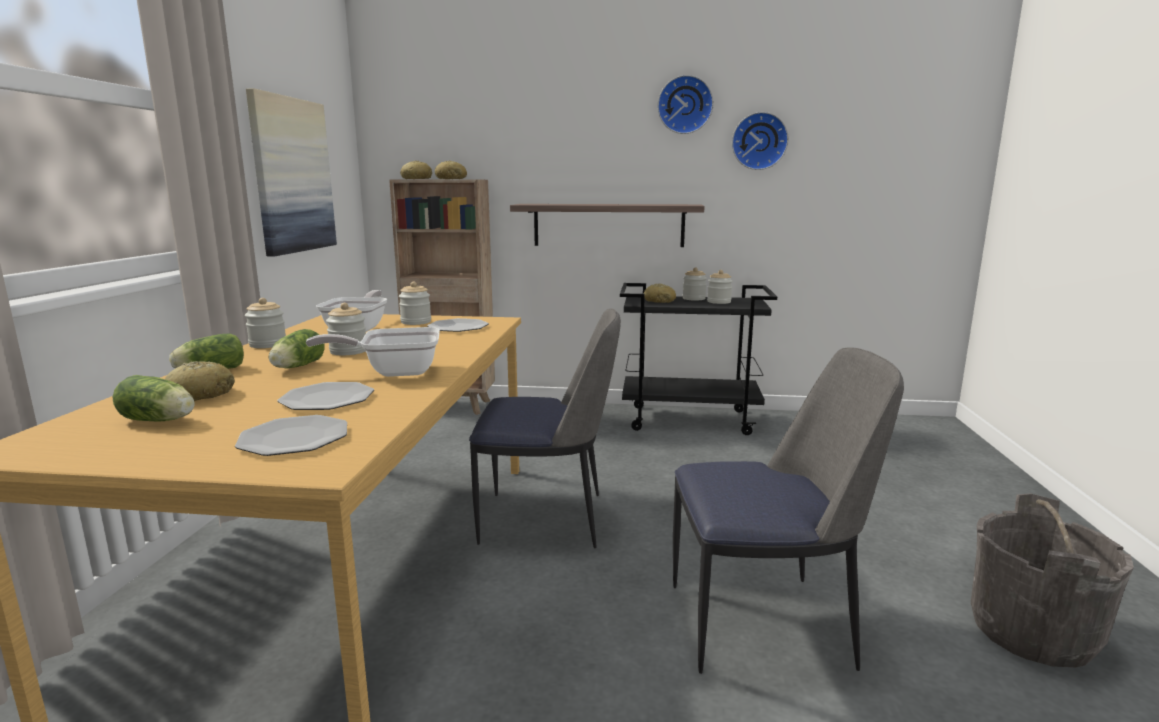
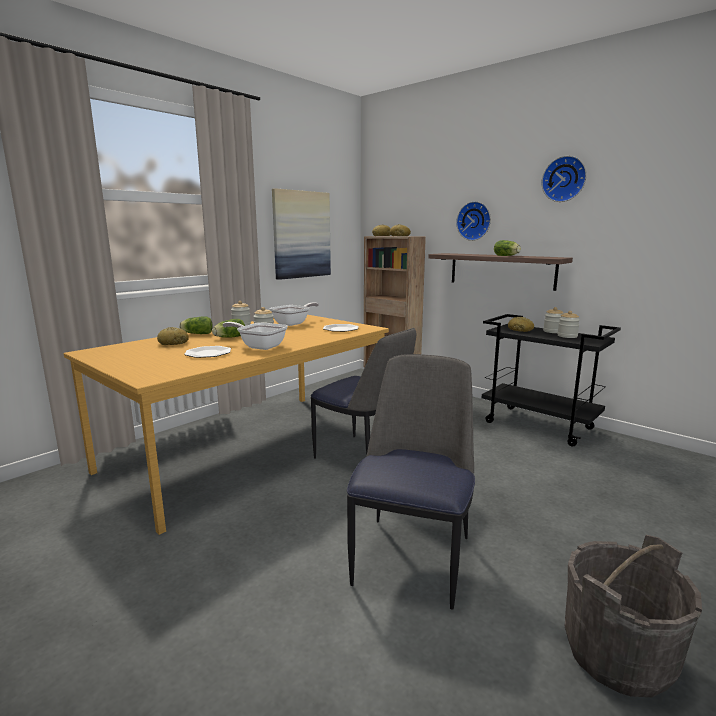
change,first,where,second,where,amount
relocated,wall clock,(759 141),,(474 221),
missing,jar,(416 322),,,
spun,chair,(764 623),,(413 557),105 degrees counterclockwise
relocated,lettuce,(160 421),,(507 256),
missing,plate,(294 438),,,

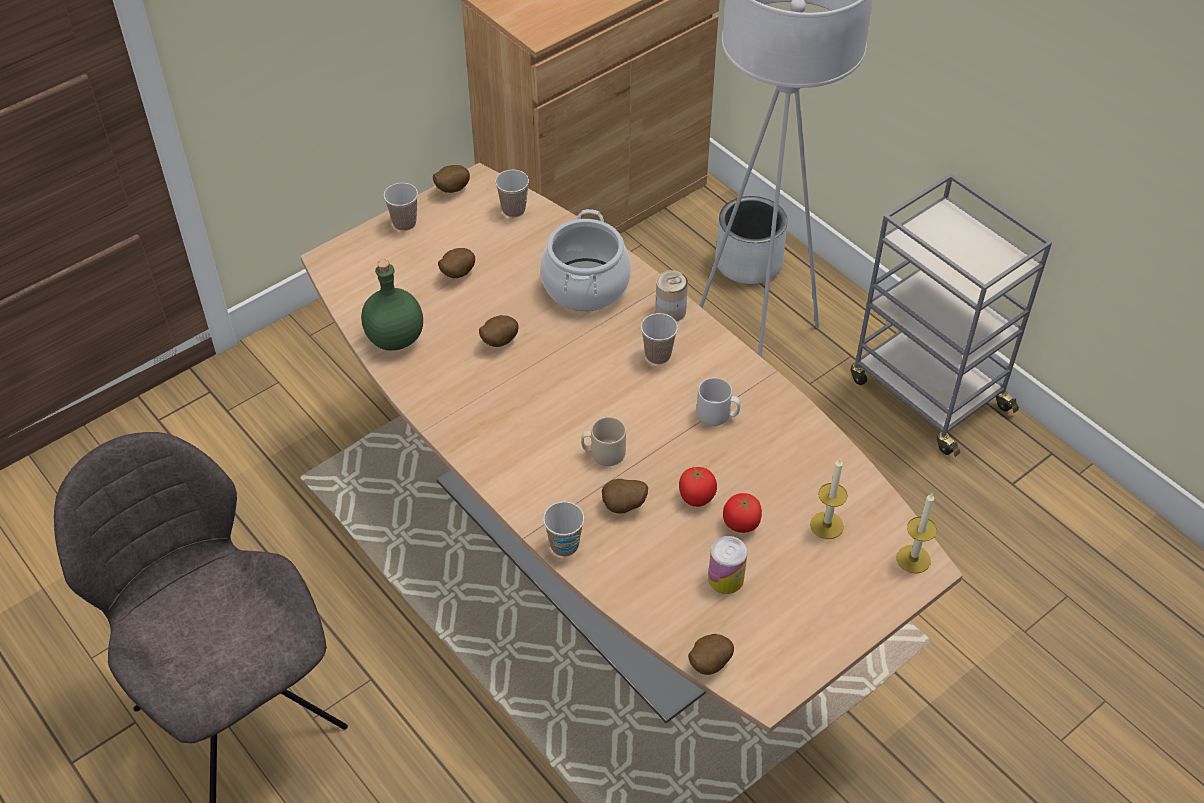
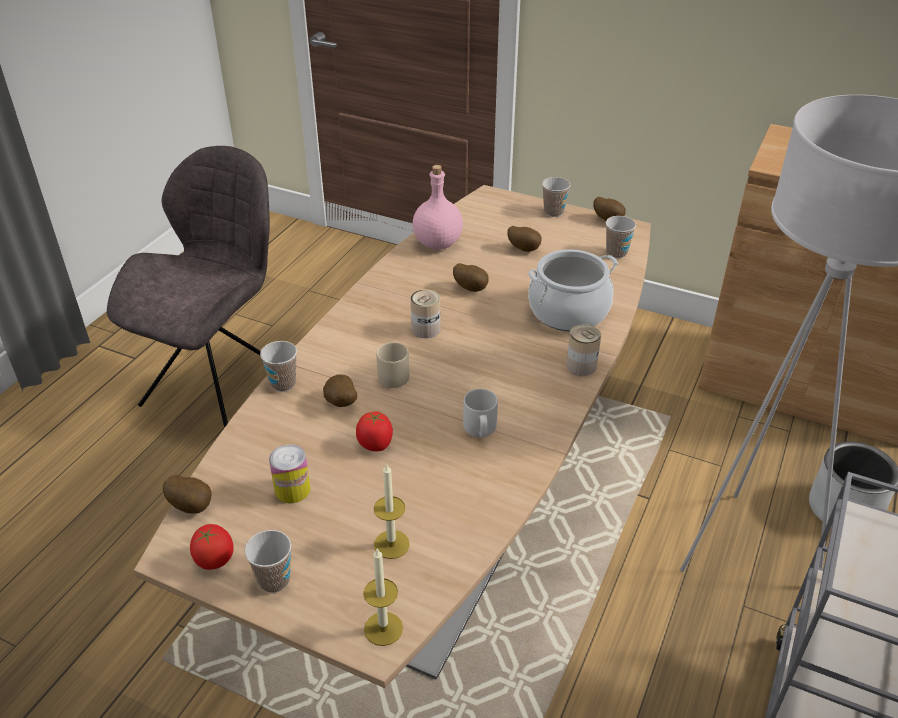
change,first,where,second,where,amount
colour,green bottle,(394 338),pink bottle,(437 243),
relocated,cup,(658 355),,(274 580),
relocated,tomato,(740 524),,(214 559),
appeared,,,can,(426 329),

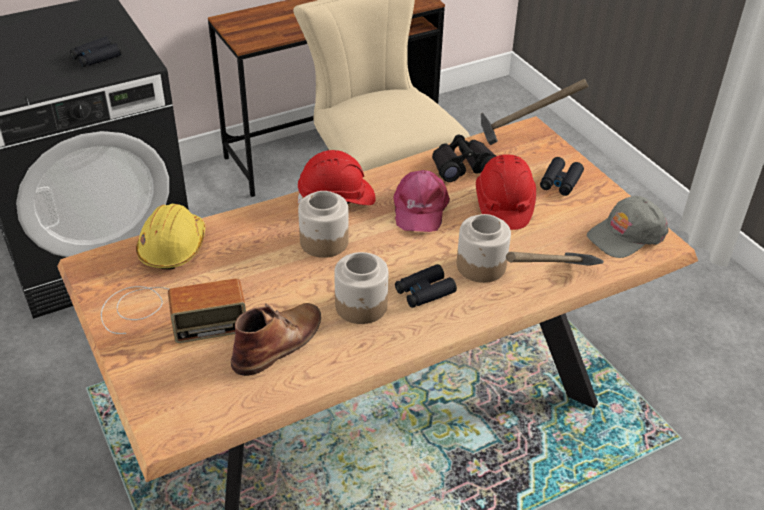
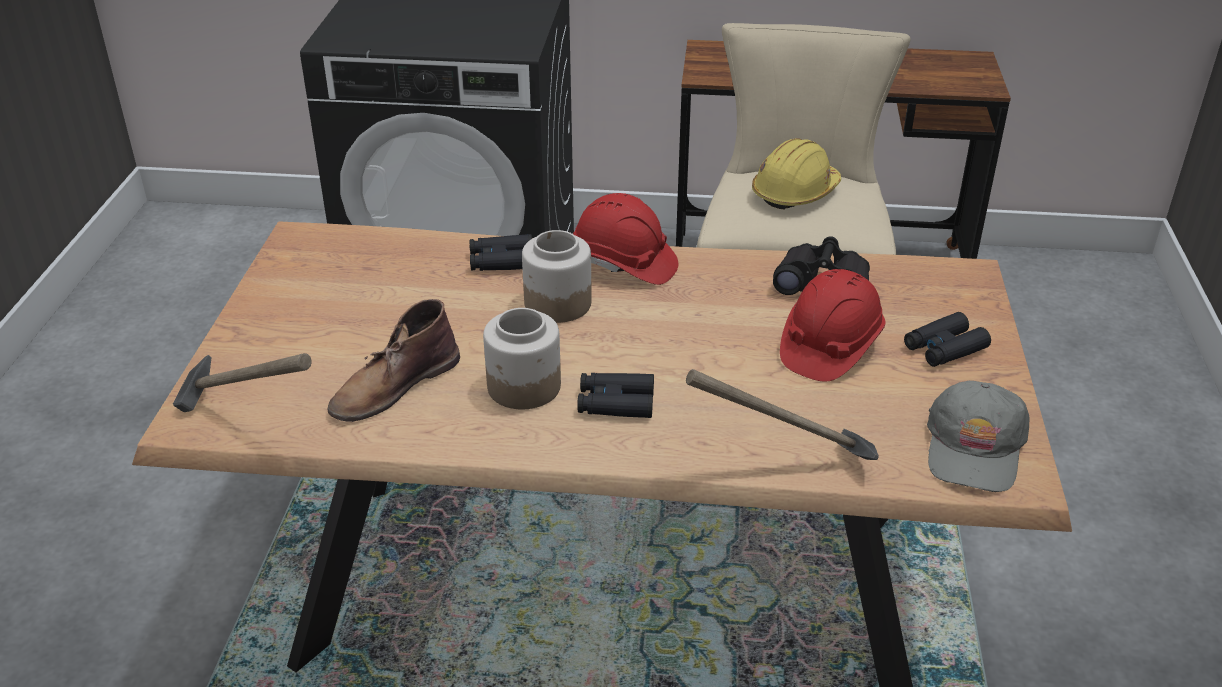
change,first,where,second,where,amount
relocated,black binoculars,(96 57),,(501 261),
relocated,hammer,(524 136),,(250 420),
missing,pink cap,(419 208),,,
spun,grey cap,(626 235),,(974 448),75 degrees counterclockwise
relocated,yellow hard hat,(173 247),,(795 192),
missing,jar,(481 266),,,
missing,radio,(170 314),,,
spun,brown boot,(279 342),,(393 385),150 degrees clockwise

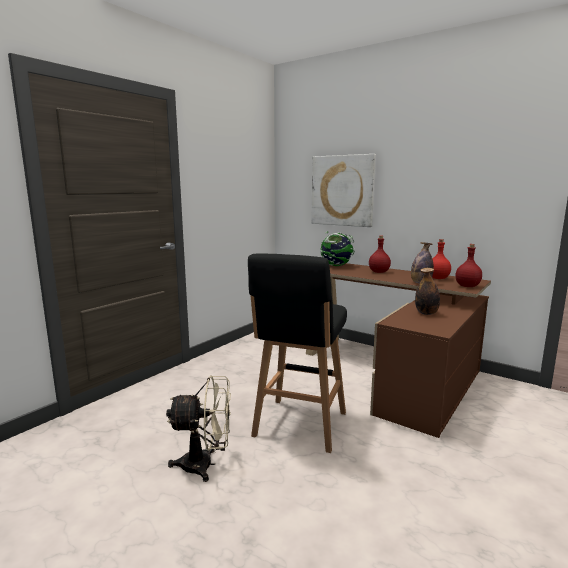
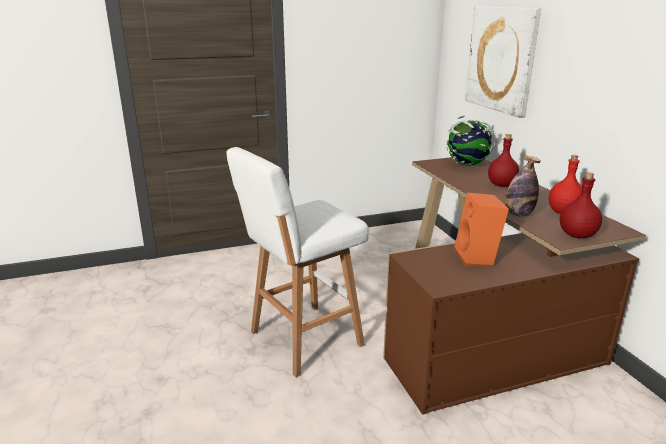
change,first,where,second,where,amount
colour,black stool,(299 426),white stool,(302 340),
exchanged,bottle,(426 313),orange speaker,(478 258),
missing,beige fan,(205 465),,,

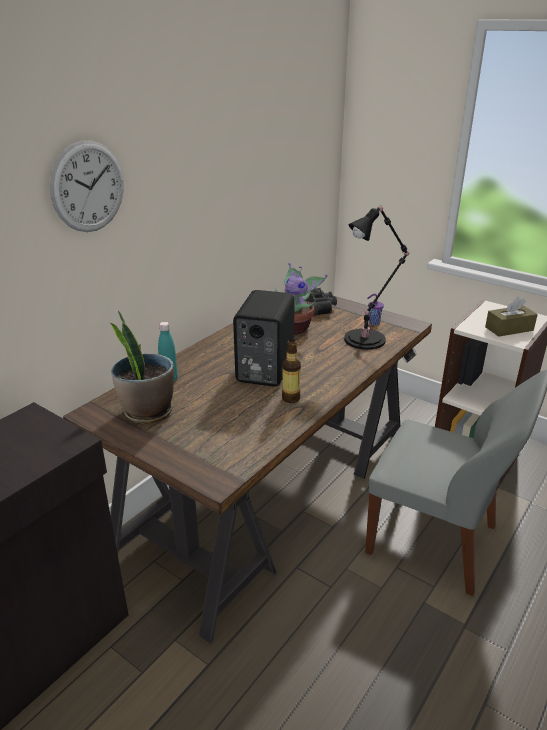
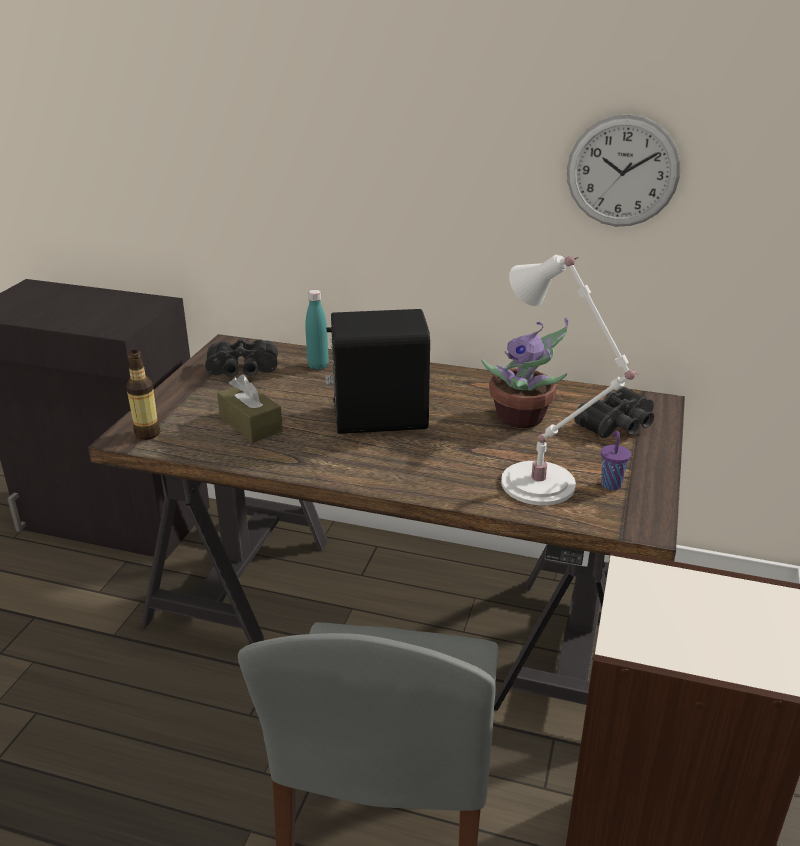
change,first,where,second,where,amount
relocated,wall clock,(88 187),,(622 171),
colour,black table lamp,(367 339),white table lamp,(543 486),
relocated,brown tissue box,(509 329),,(250 424),
exchanged,potted plant,(147 412),black binoculars,(242 370),
relocated,bottle,(291 398),,(147 434),

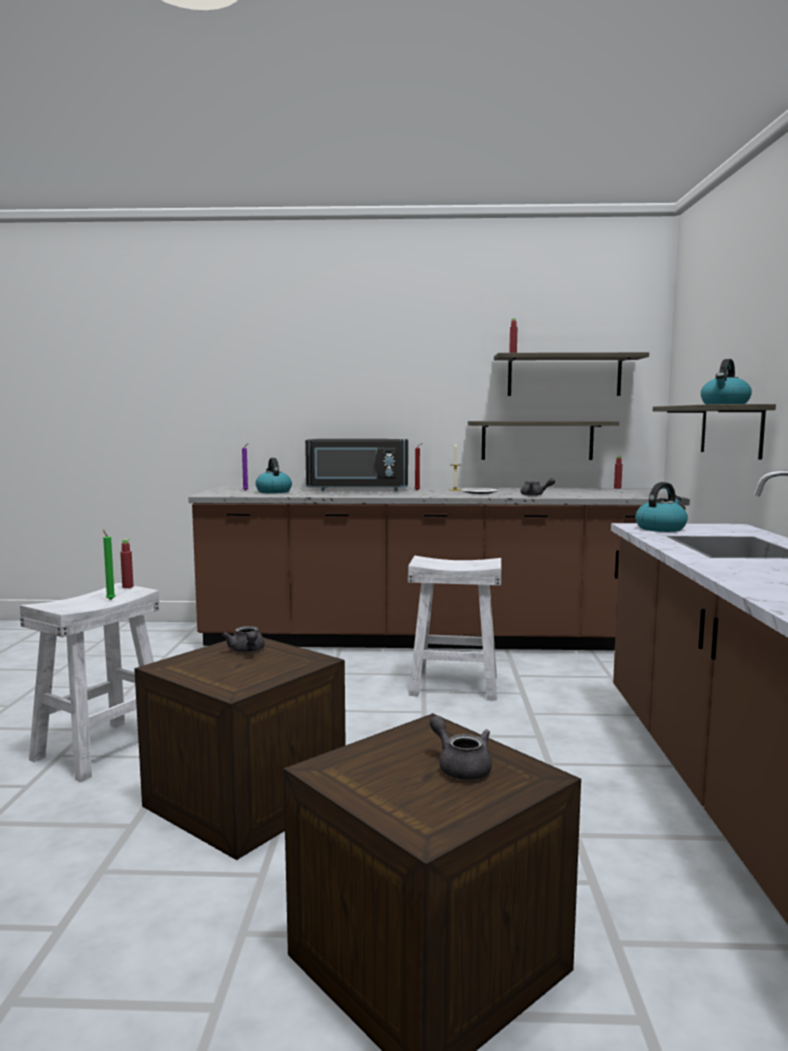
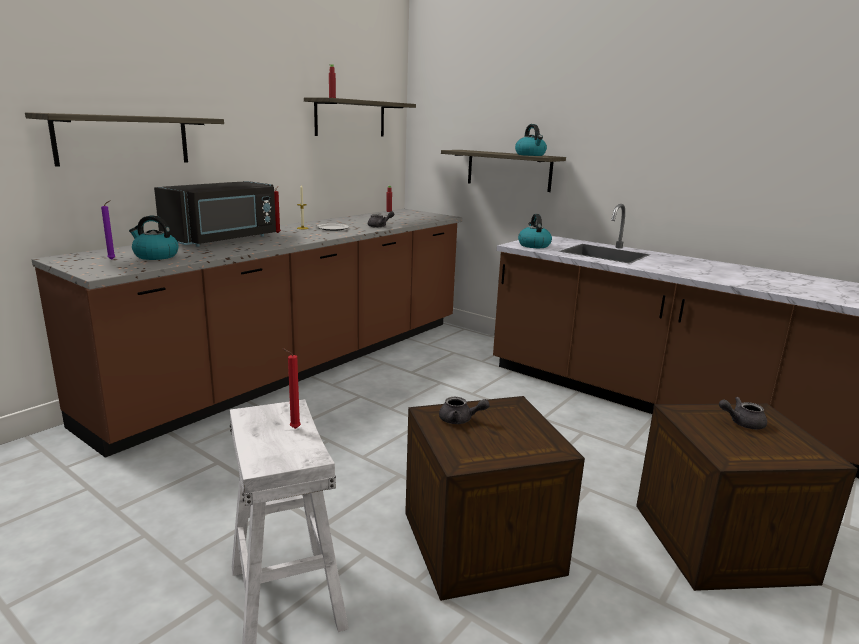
change,first,where,second,where,amount
relocated,shelf,(537 440),,(123 140),
colour,green candle,(110 599),red candle,(293 428),
missing,red bottle,(127 587),,,
missing,white stool,(454 685),,,

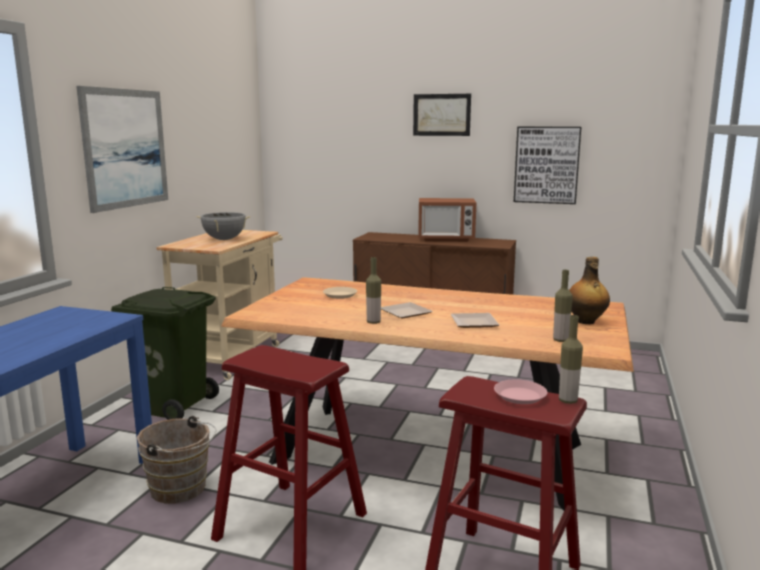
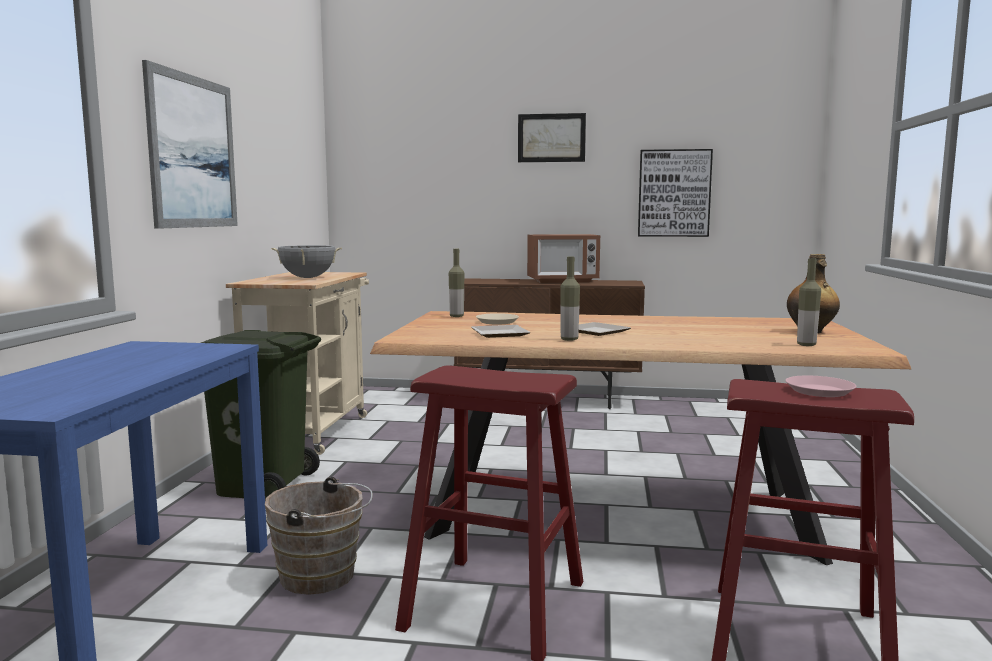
change,first,where,second,where,amount
relocated,plate,(475 323),,(502 334),
relocated,bottle,(567 401),,(456 316),

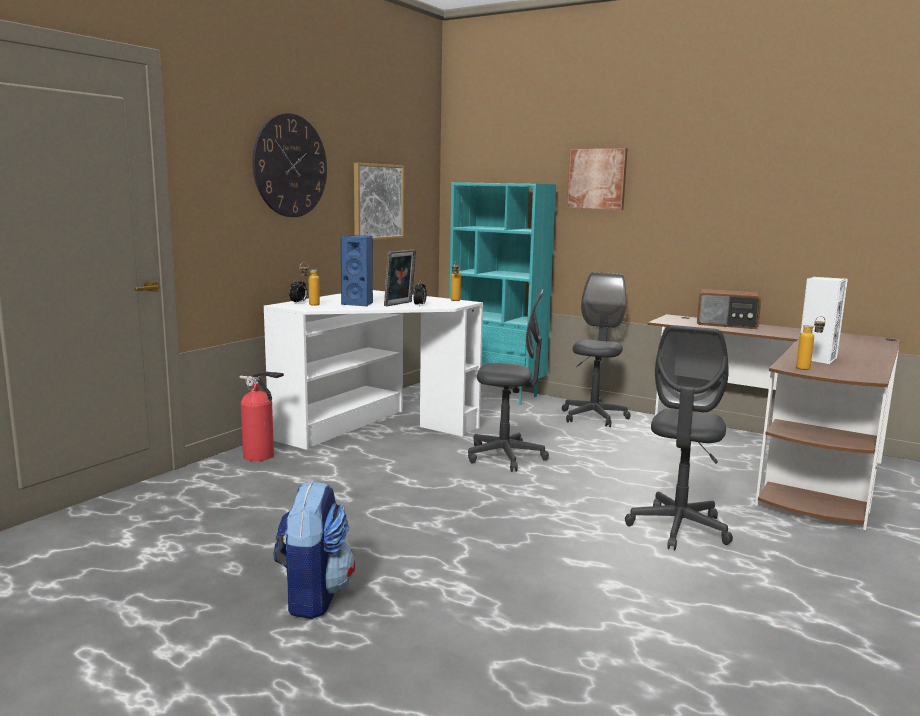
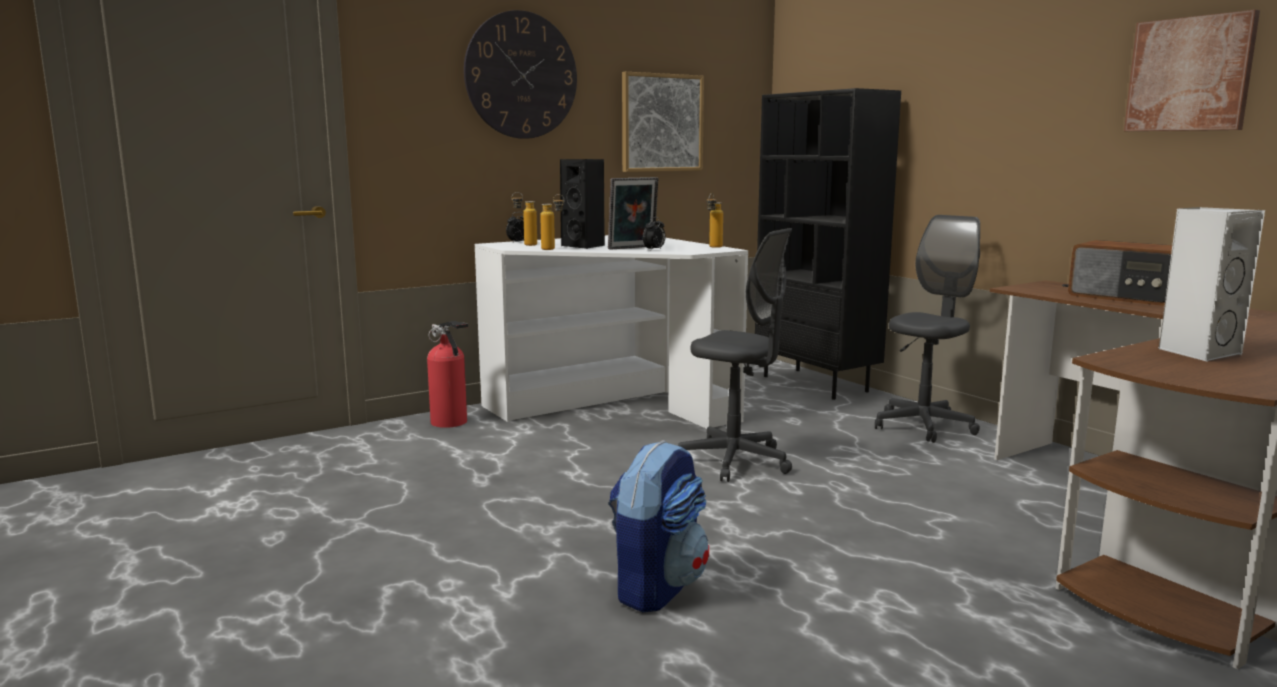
change,first,where,second,where,amount
relocated,picture,(597 179),,(1190 74),
colour,turquoise bookcase,(497 394),black bookcase,(816 384),
colour,blue speaker,(359 304),black speaker,(585 246),
relocated,bottle,(808 368),,(553 249),
missing,grey office chair,(678 528),,,
relocated,backpack,(313 596),,(657 586),

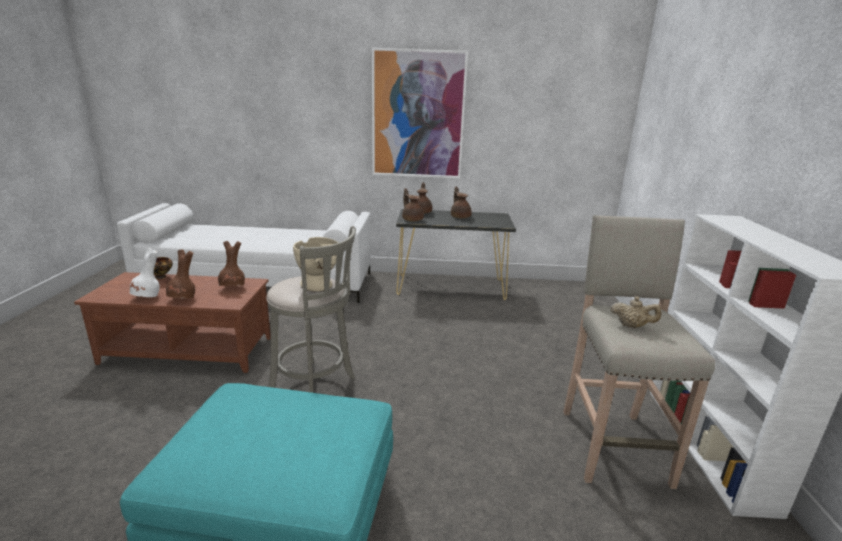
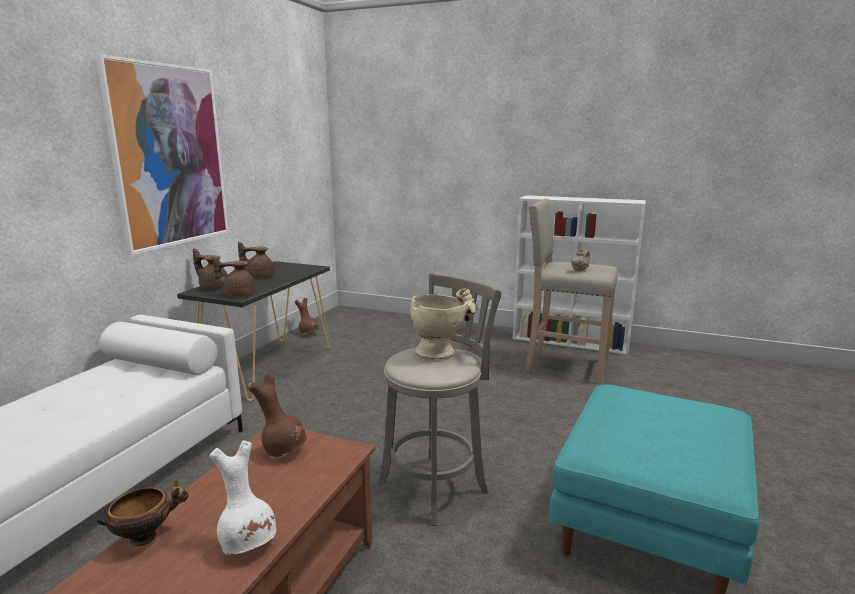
change,first,where,second,where,amount
relocated,brown vase,(183 299),,(308 333),

